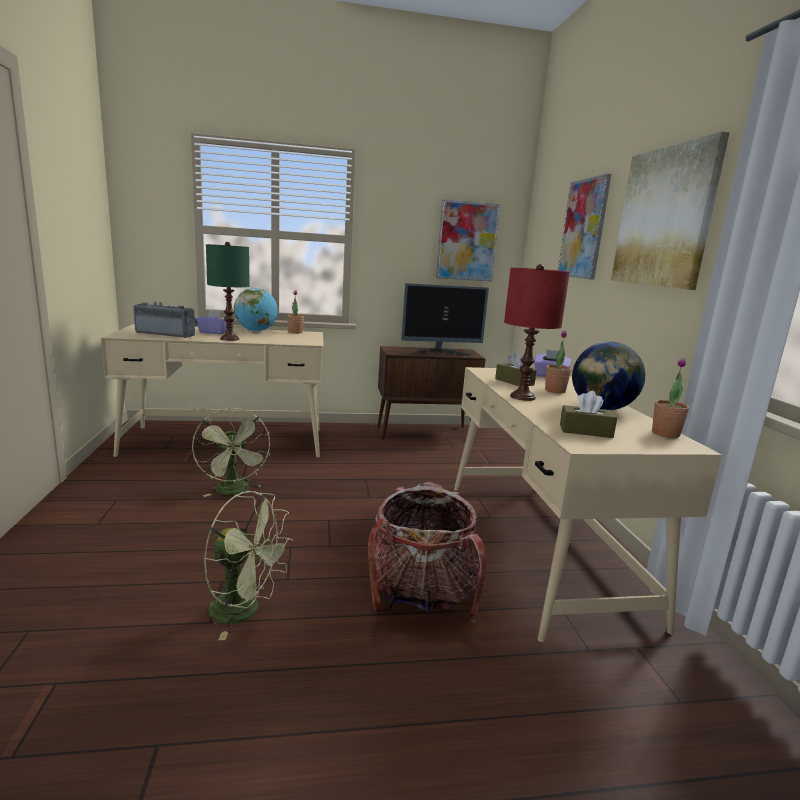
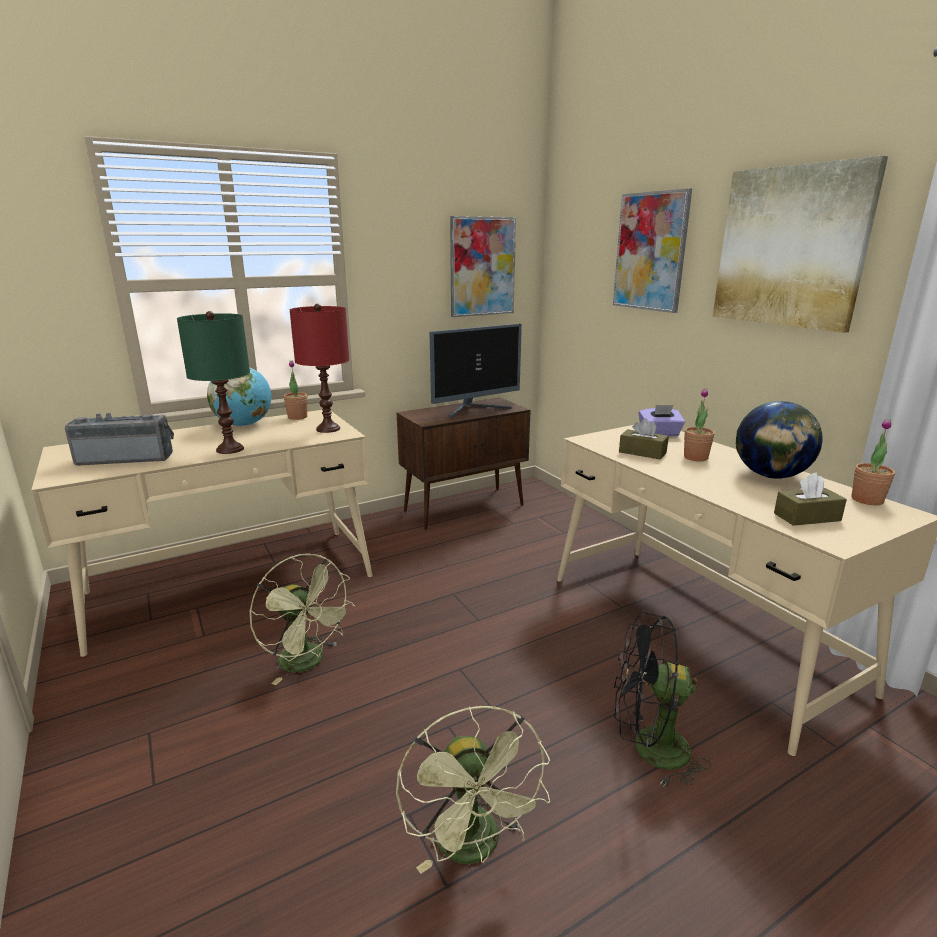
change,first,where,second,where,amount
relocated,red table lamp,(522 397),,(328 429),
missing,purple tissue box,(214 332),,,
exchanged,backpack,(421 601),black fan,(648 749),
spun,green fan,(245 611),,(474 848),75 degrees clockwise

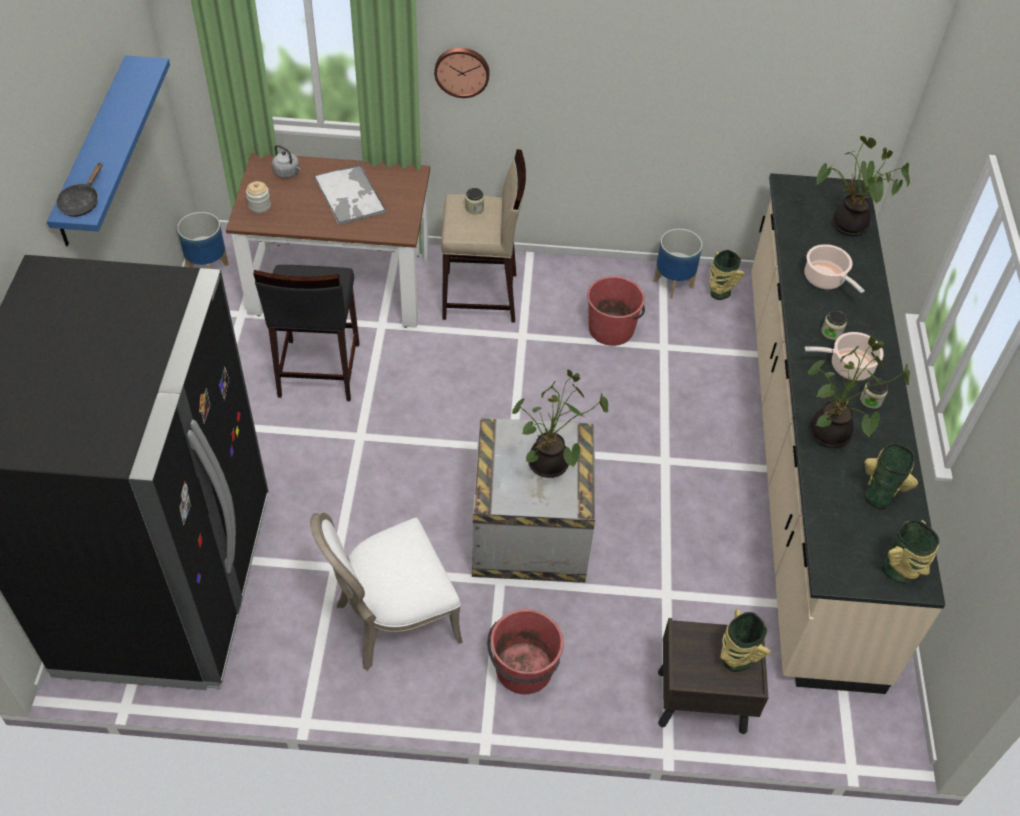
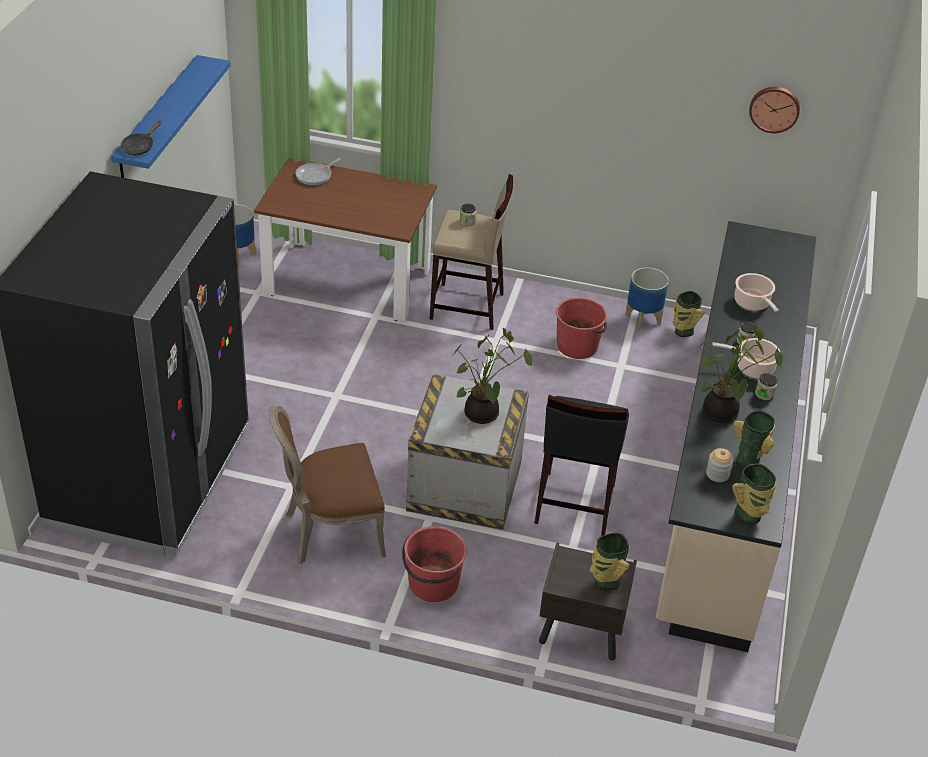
change,first,where,second,where,amount
relocated,wall clock,(462 71),,(774 108),
missing,potted plant,(846 226),,,
exchanged,grey kettle,(288 173),frying pan,(315 176),
missing,tray,(350 196),,,
relocated,jar,(259 206),,(717 474),
relocated,black stool,(318 370),,(574 504),
colour,white chair,(391 620),brown chair,(329 531),

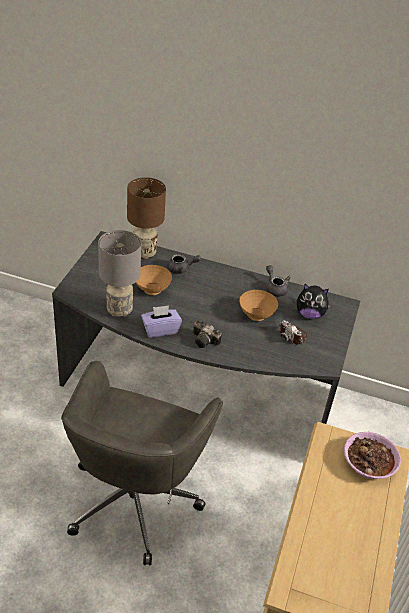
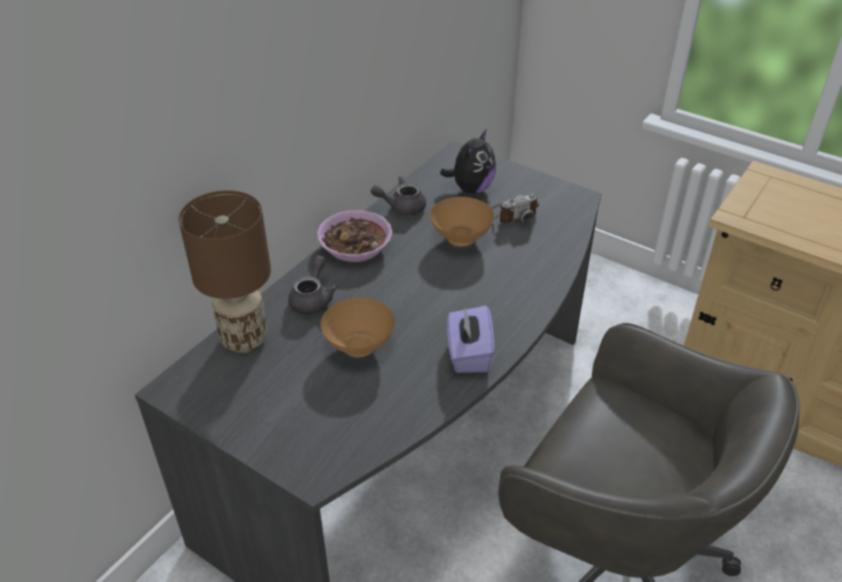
change,first,where,second,where,amount
missing,grey table lamp,(120 310),,,
missing,photo camera,(205 341),,,
relocated,bowl,(368 462),,(355 247),

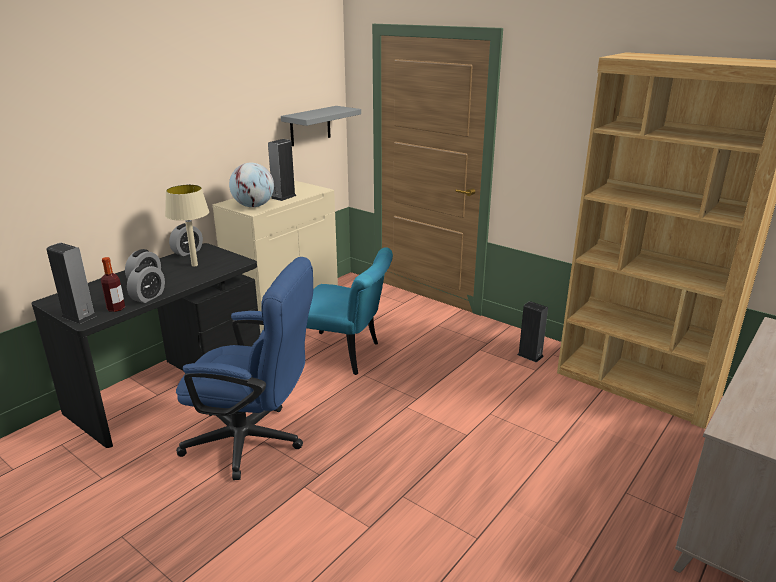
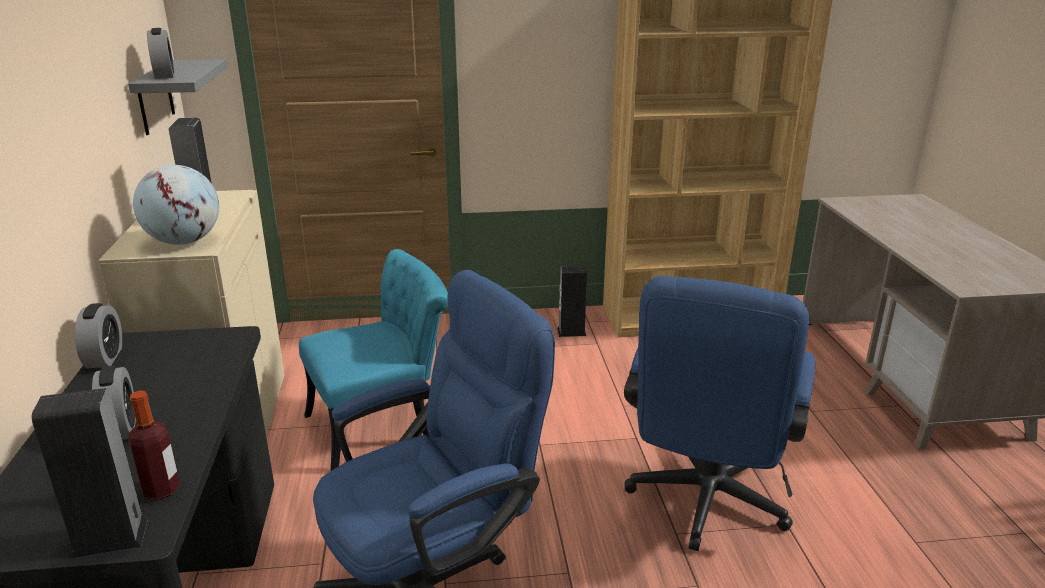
change,first,where,second,where,amount
missing,beige table lamp,(194 265),,,
relocated,alarm clock,(148 297),,(165 75),
appeared,,,blue office chair,(705 504),

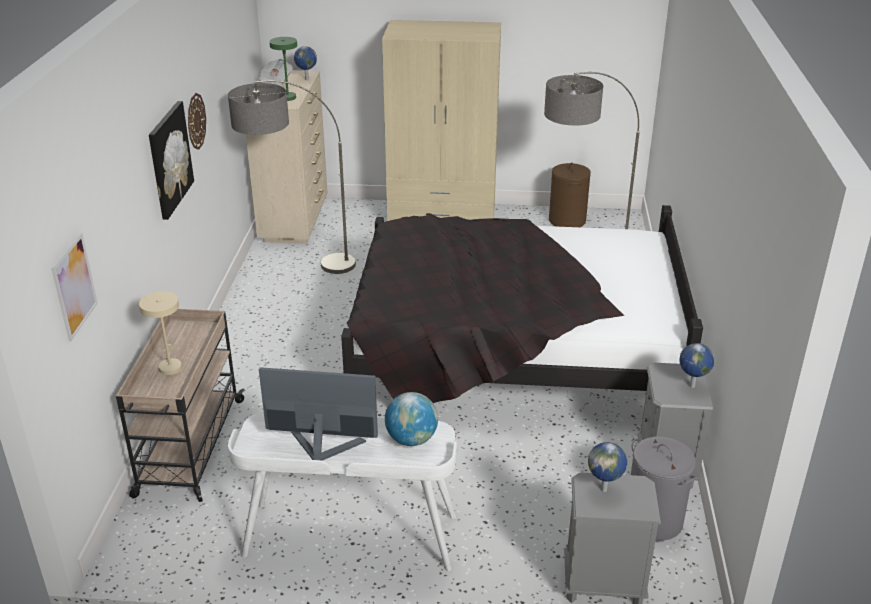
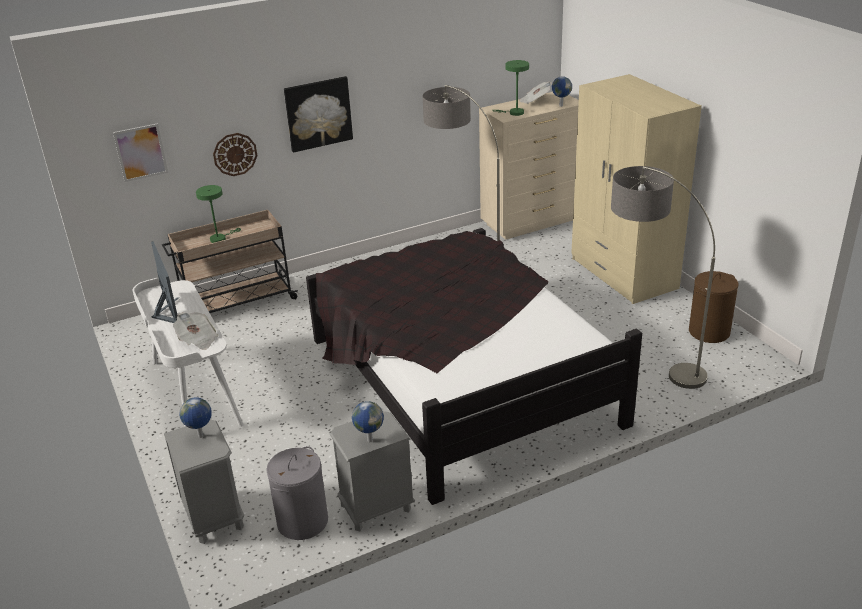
change,first,where,second,where,amount
relocated,wall clock,(196 121),,(235 154),
colour,beige table lamp,(169 366),green table lamp,(220 238),
exchanged,globe,(411 439),newspaper,(197 340),

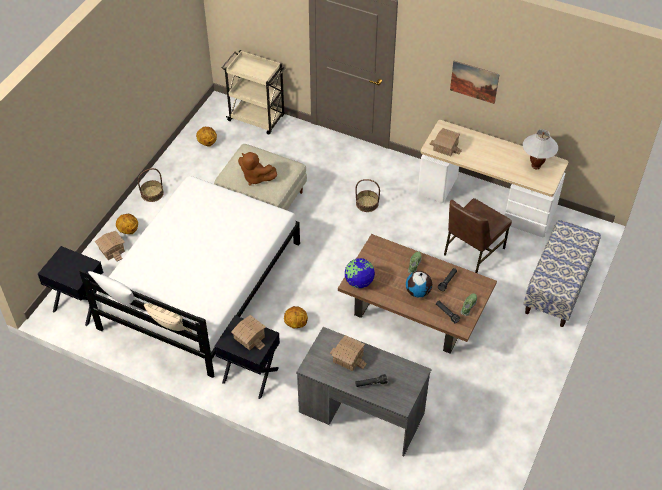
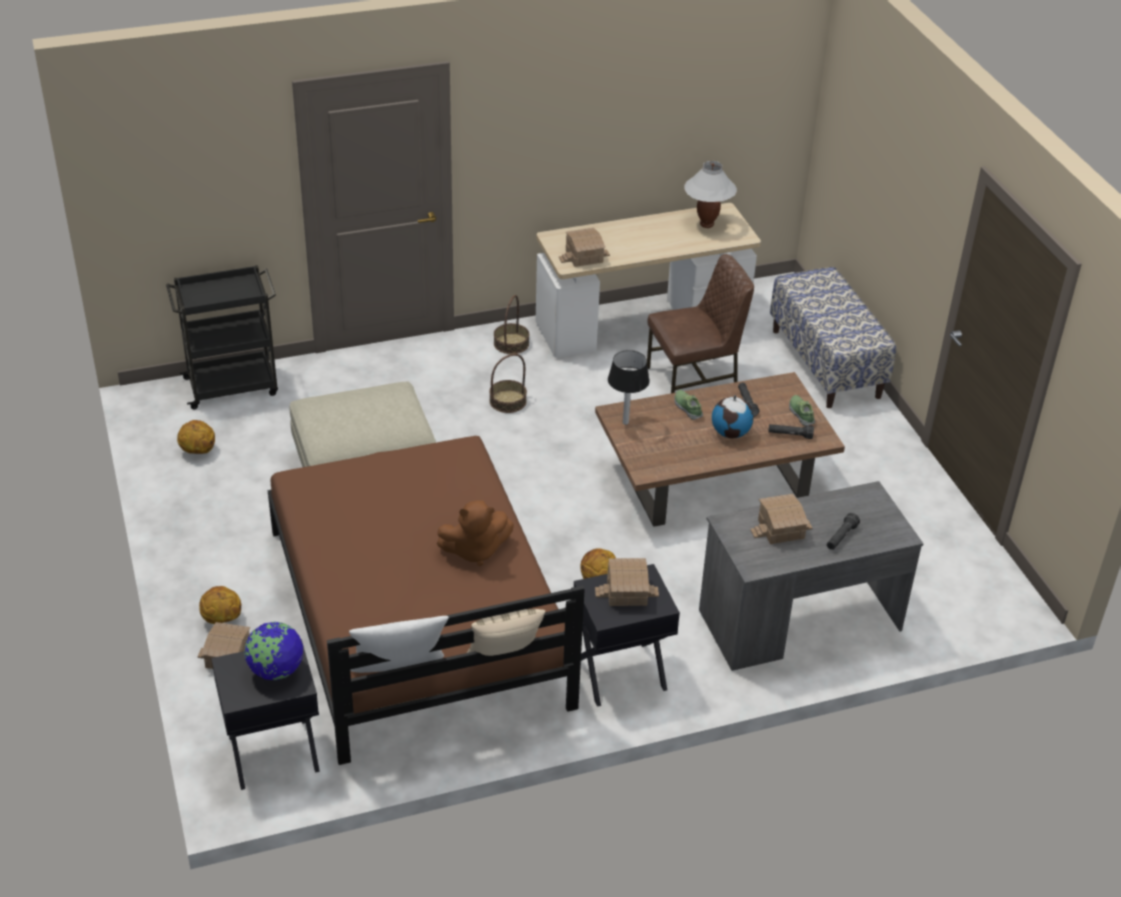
change,first,where,second,where,amount
colour,beige cart,(257 119),black cart,(233 386),
missing,picture,(474 82),,,
relocated,brown plush toy,(255 178),,(475 551),
relocated,basket,(152 193),,(511 343),
colour,white bed,(201 284),brown bed,(416 616),
spun,brown chair,(472 251),,(694 381),105 degrees counterclockwise
relocated,globe,(359 282),,(276 670),
appeared,,,table lamp,(625 423),

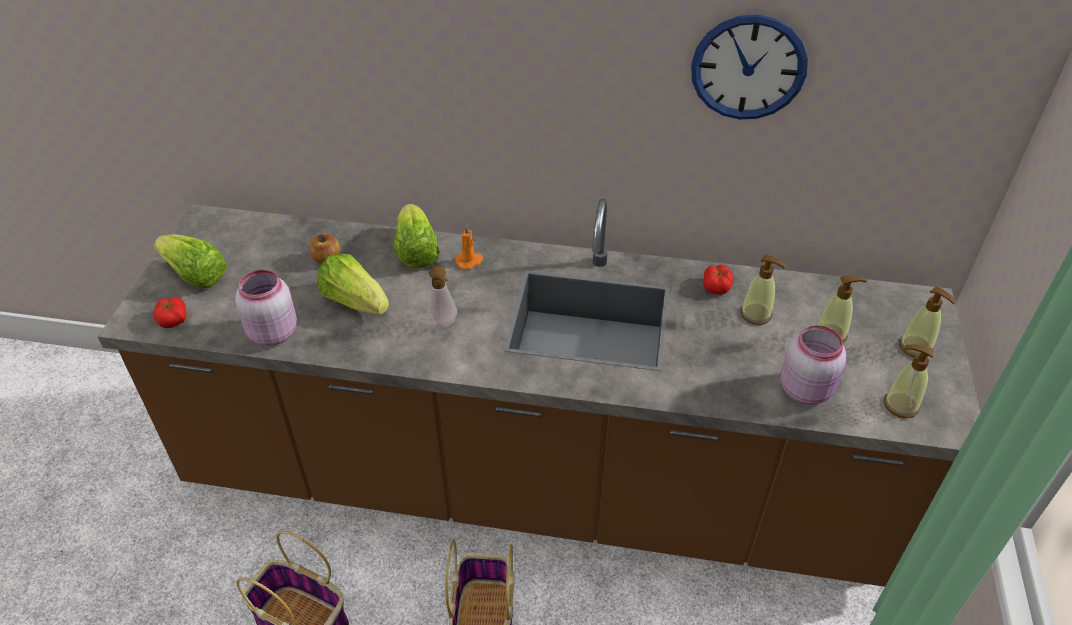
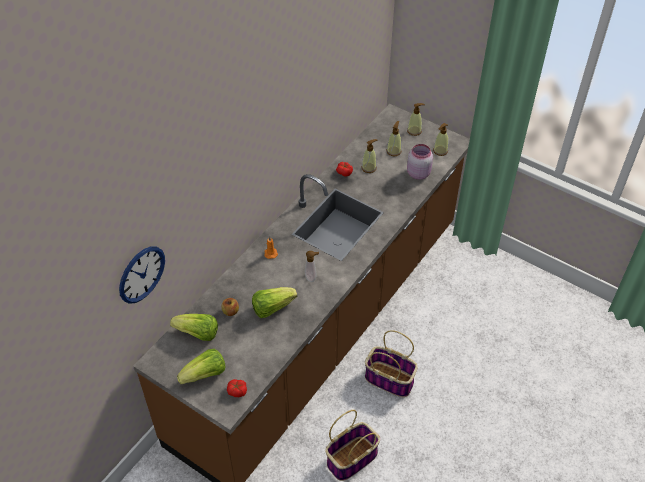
change,first,where,second,where,amount
relocated,wall clock,(748 68),,(141 274),
relocated,lettuce,(416 252),,(198 334),
missing,pink jar,(272 332),,,

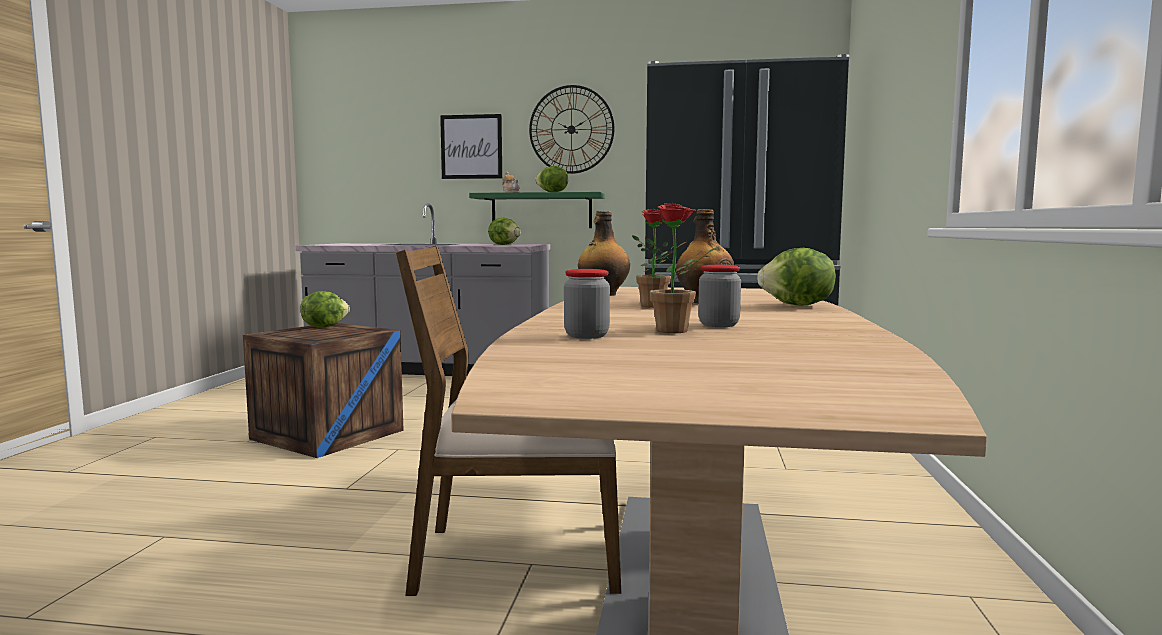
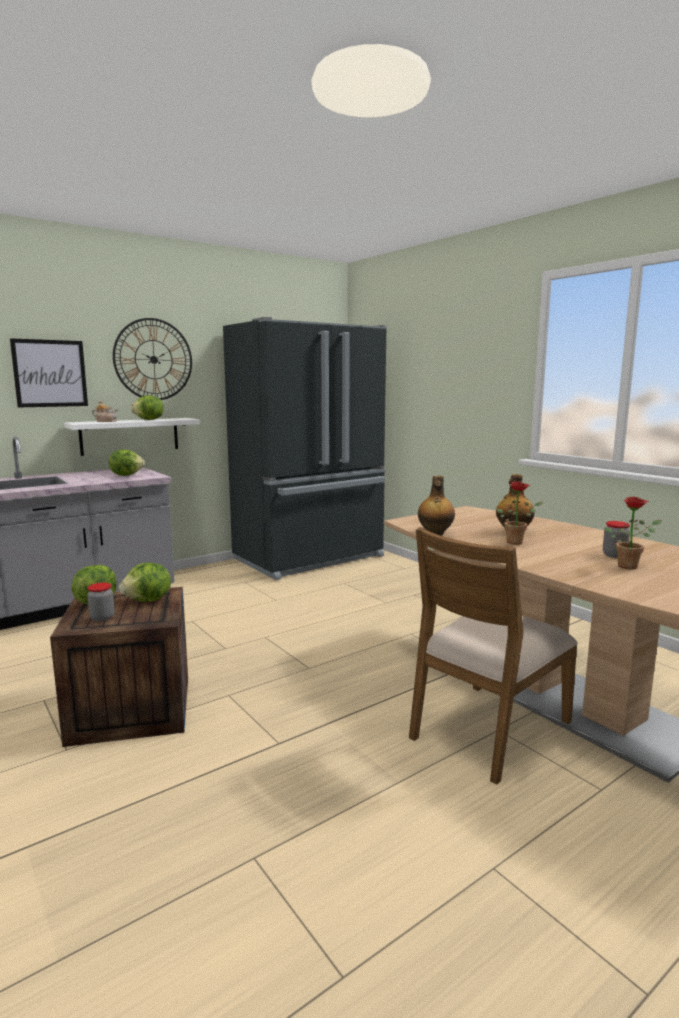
change,first,where,second,where,amount
colour,green shelf,(541 211),white shelf,(130 436),
relocated,lettuce,(798 306),,(148 601),
relocated,jar,(586 336),,(102 618),

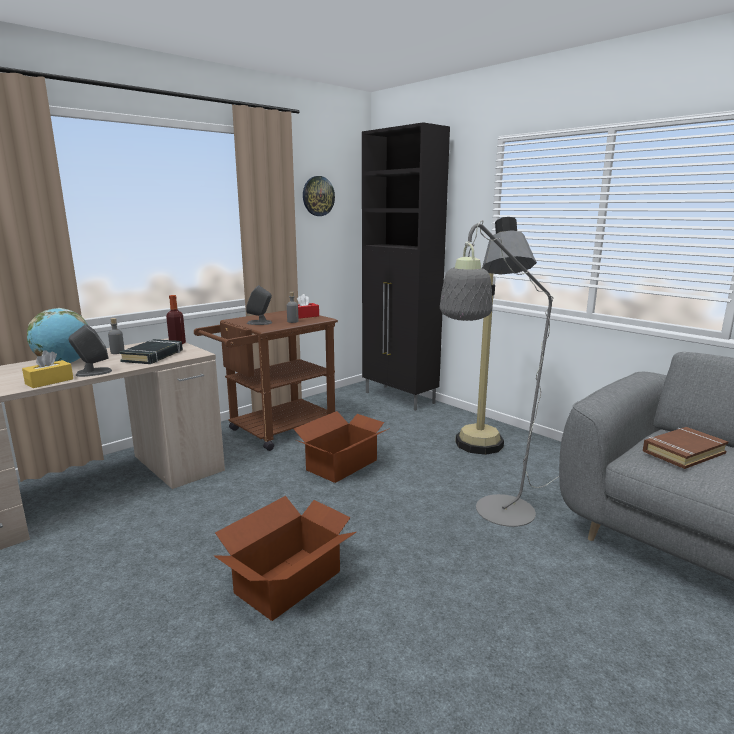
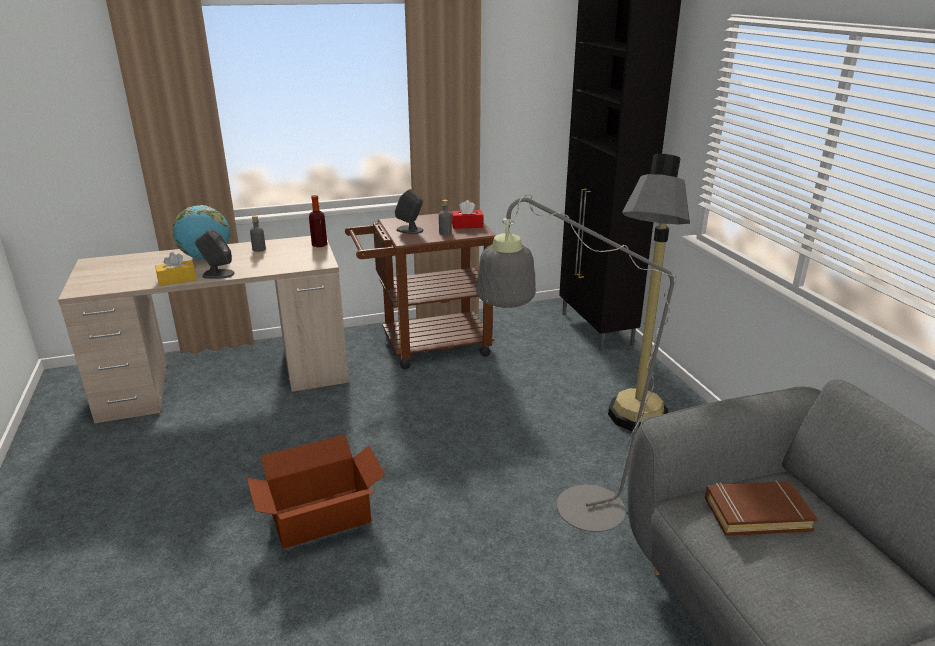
change,first,where,second,where,amount
missing,wall clock,(318 196),,,
missing,black book,(153 356),,,
missing,cardboard box,(343 465),,,

